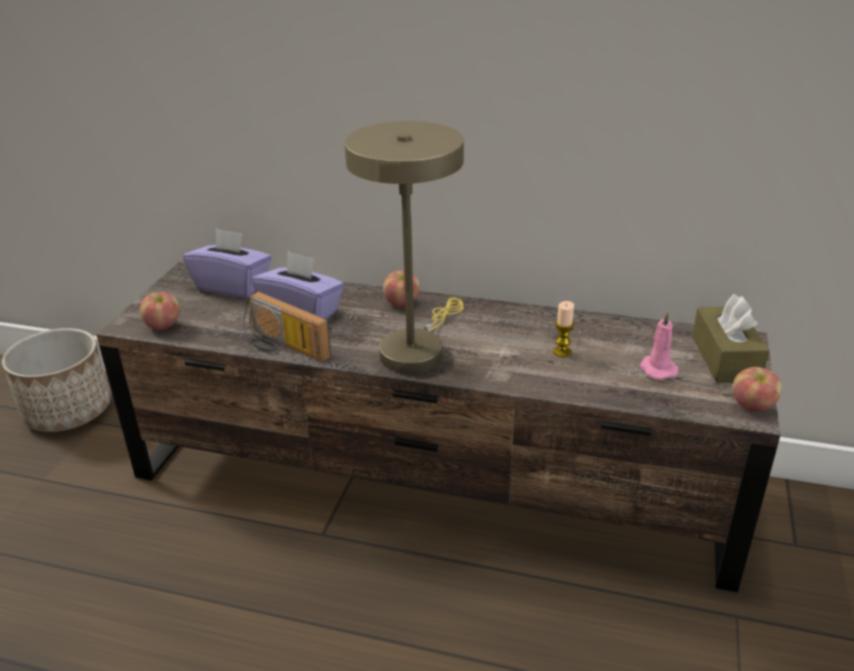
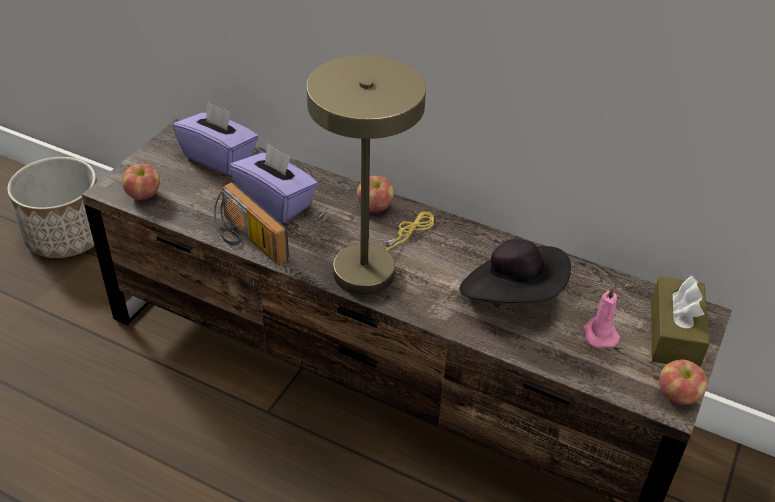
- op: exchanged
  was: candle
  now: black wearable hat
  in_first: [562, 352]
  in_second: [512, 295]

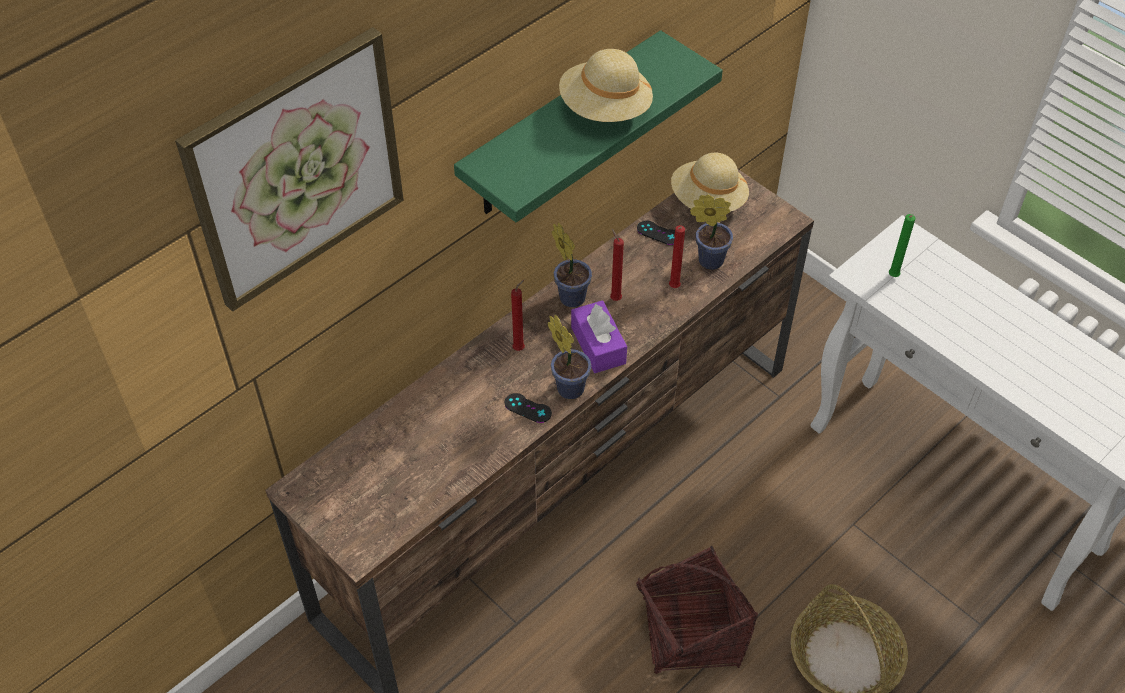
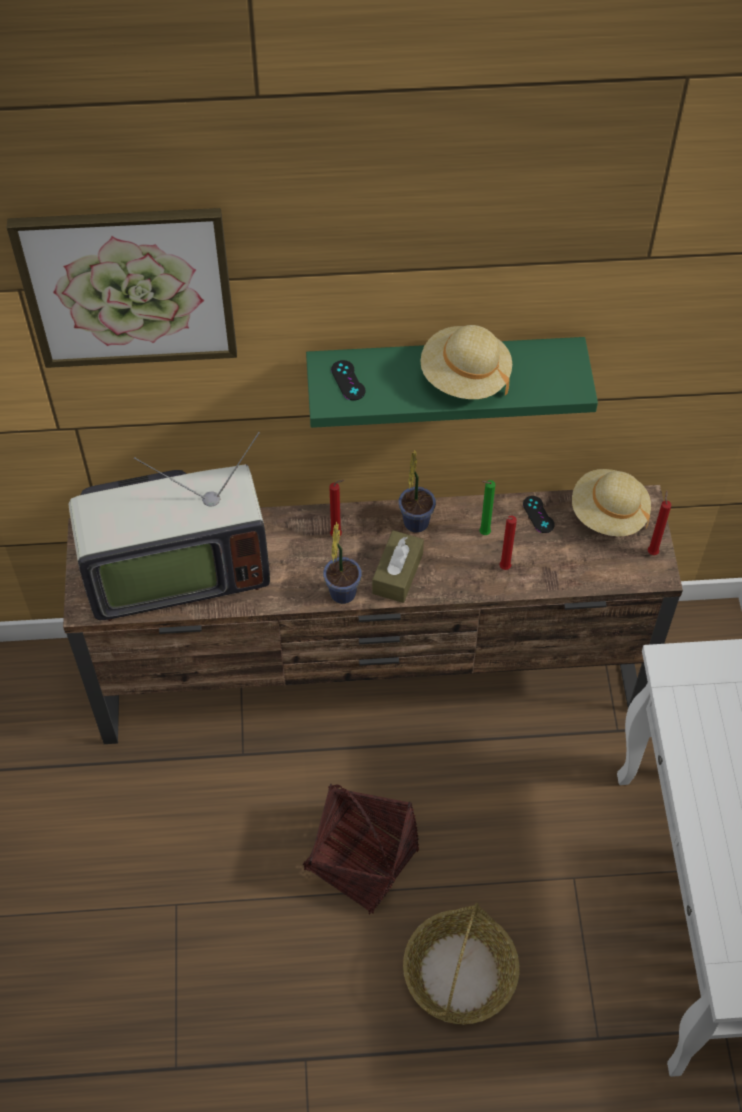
- op: missing
  was: houseplant
  in_first: [707, 260]
- op: relocated
  was: greenish candle
  in_first: [892, 277]
  in_second: [482, 533]
- op: relocated
  was: red-coloured candle
  in_first: [614, 298]
  in_second: [652, 551]
- op: colour
  was: purplish tissue box
  now: brown tissue box
  in_first: [598, 345]
  in_second: [397, 573]
- op: relocated
  was: black joypad
  in_first: [528, 408]
  in_second: [348, 380]
- op: appeared
  now: TV
  in_second: [173, 571]

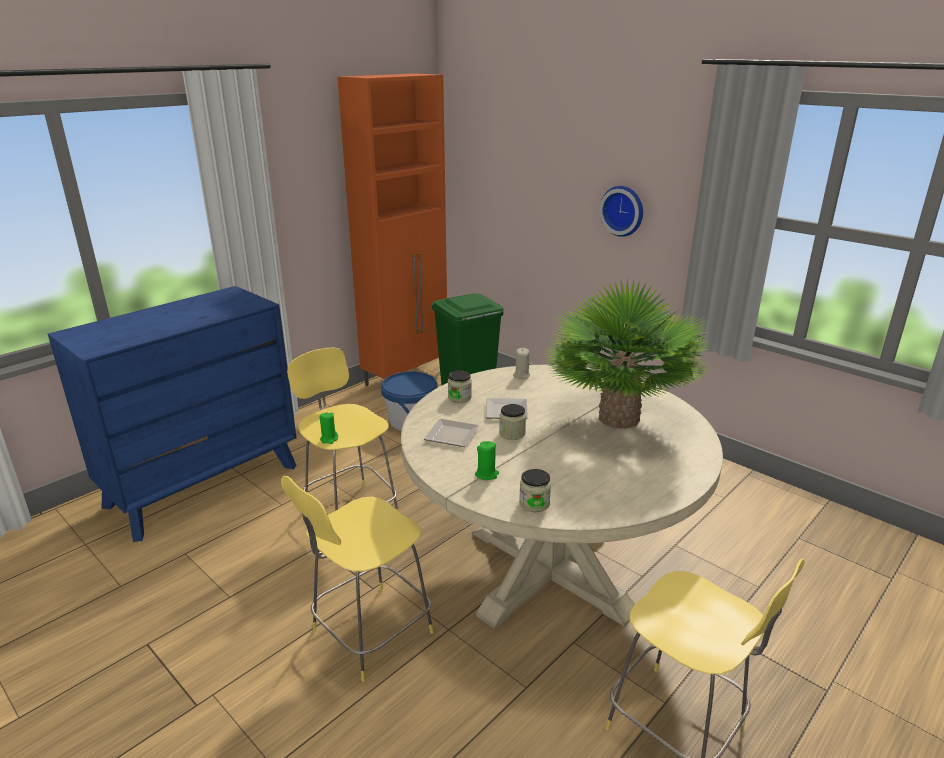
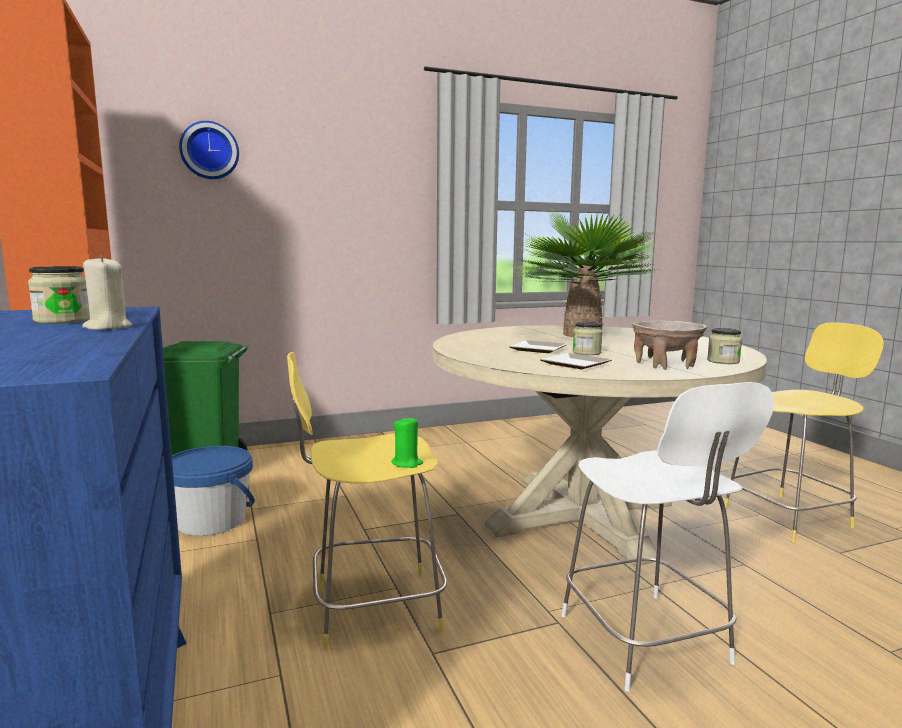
- op: relocated
  was: clock on the wall
  in_first: [623, 210]
  in_second: [209, 151]
- op: relocated
  was: beige-coloured candle
  in_first: [521, 375]
  in_second: [107, 327]
- op: relocated
  was: jar
  in_first: [459, 397]
  in_second: [63, 320]
- op: exchanged
  was: greenish candle
  now: beige-coloured serving bowl
  in_first: [486, 474]
  in_second: [665, 365]
- op: colour
  was: yellowish stool seat
  now: whitish stool seat
  in_first: [369, 633]
  in_second: [646, 642]

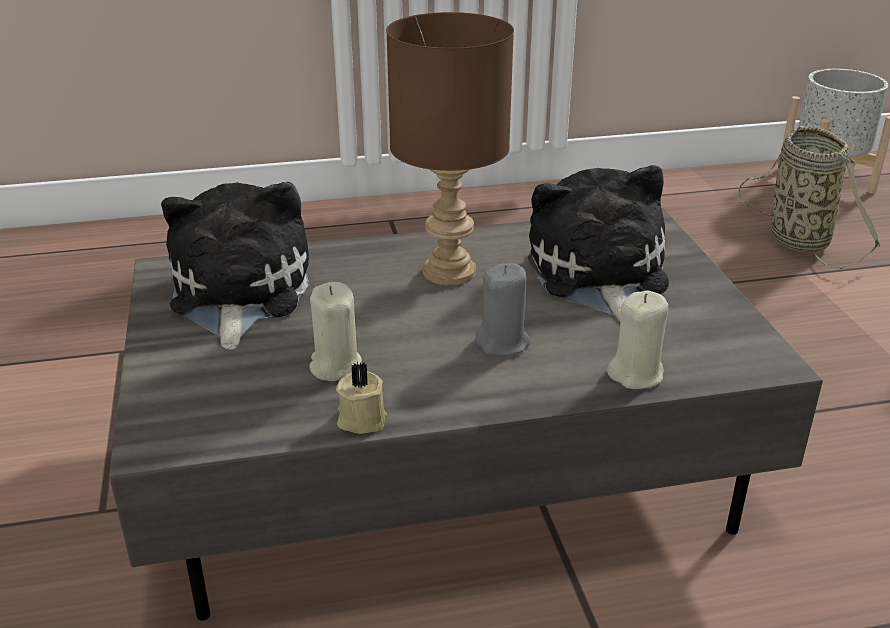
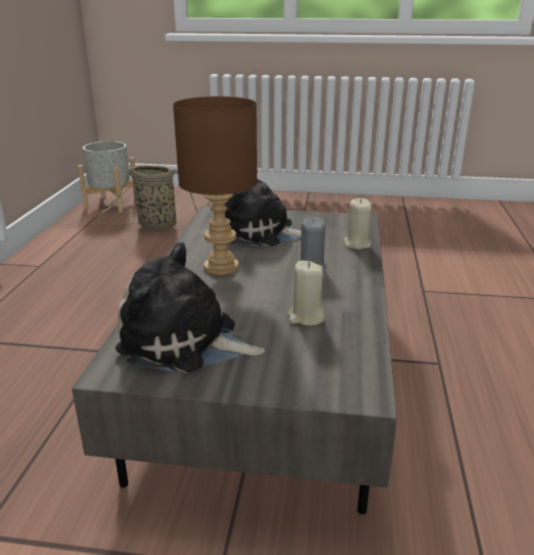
- op: missing
  was: beige-coloured candle
  in_first: [361, 418]

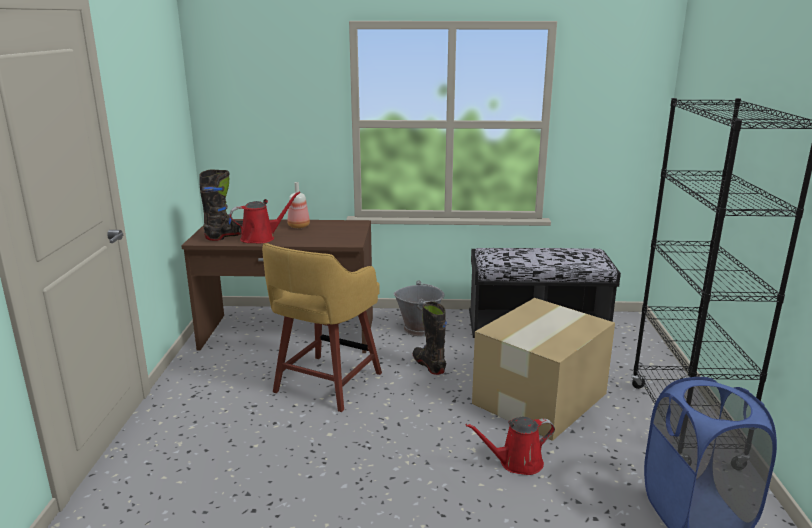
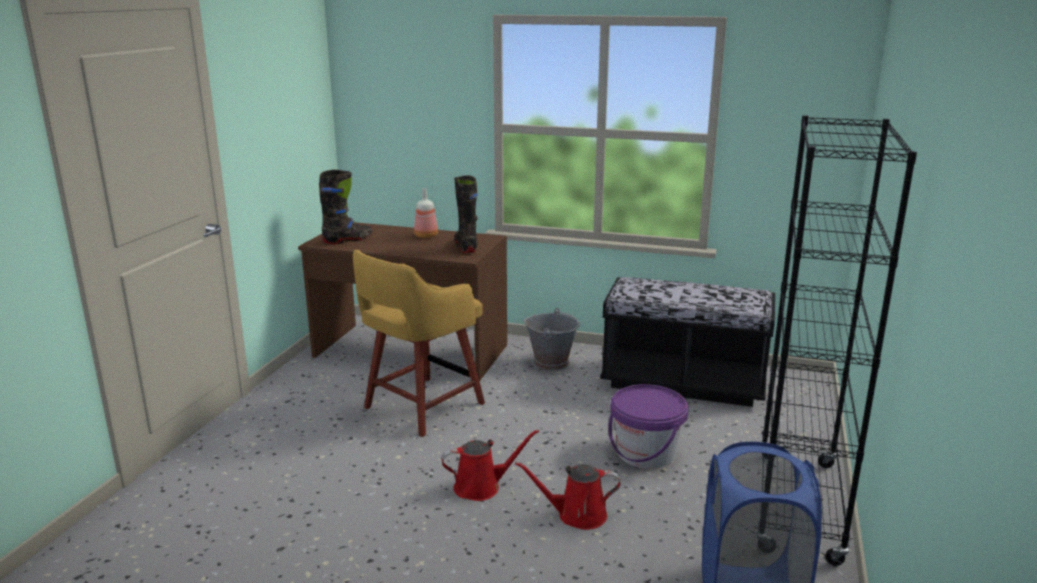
- op: relocated
  was: red-coloured watering pot
  in_first: [261, 238]
  in_second: [481, 487]
- op: exchanged
  was: packing box
  now: purplish pail
  in_first: [541, 398]
  in_second: [646, 453]
- op: relocated
  was: black tall boot
  in_first: [429, 365]
  in_second: [466, 247]

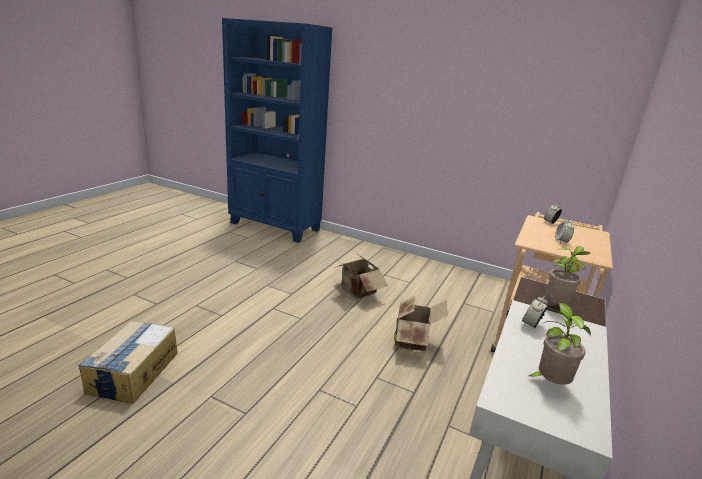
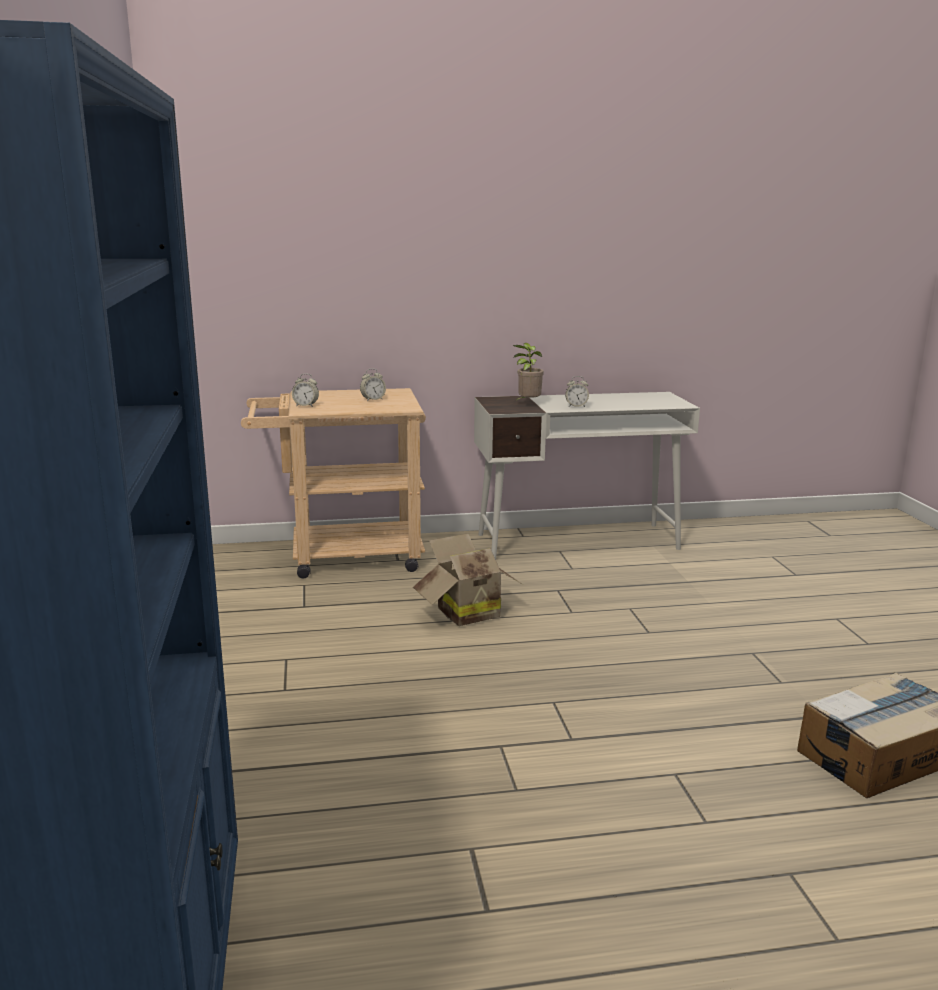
- op: missing
  was: packing box
  in_first: [356, 292]
- op: missing
  was: houseplant
  in_first: [549, 383]

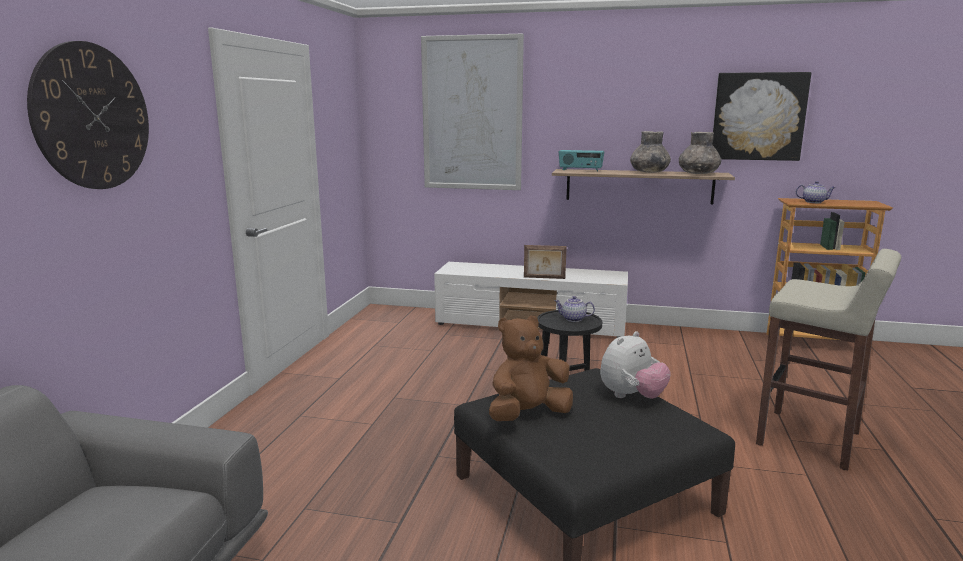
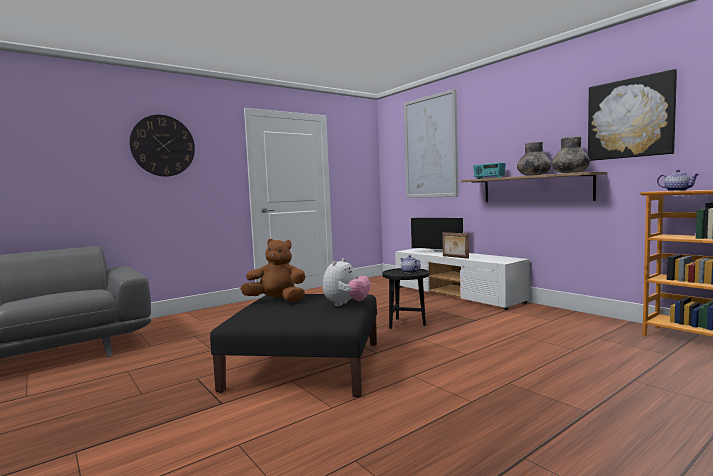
- op: missing
  was: beige-coloured stool seat
  in_first: [810, 439]
- op: spun
  was: soft toy
  in_first: [631, 397]
  in_second: [346, 304]
  clockwise: -60
- op: appeared
  now: TV
  in_second: [438, 252]

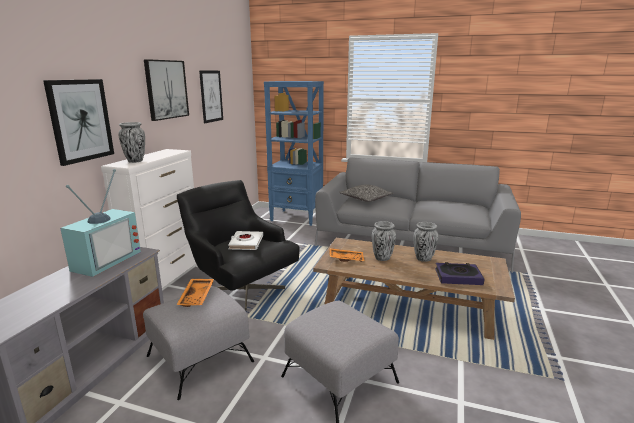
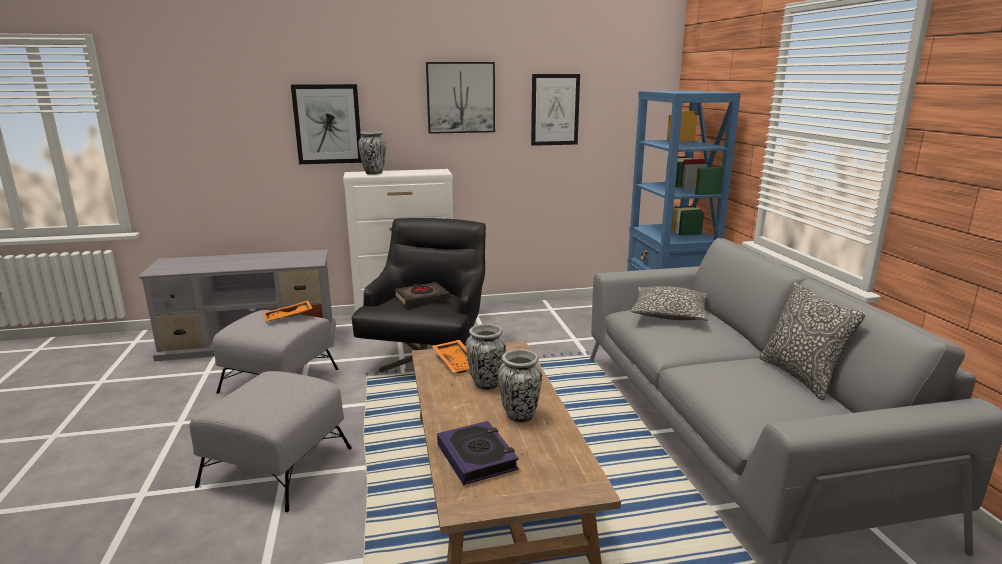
- op: missing
  was: TV
  in_first: [105, 260]
- op: colour
  was: whitish volume
  now: black volume
  in_first: [246, 243]
  in_second: [422, 298]
- op: appeared
  now: pillow
  in_second: [800, 376]

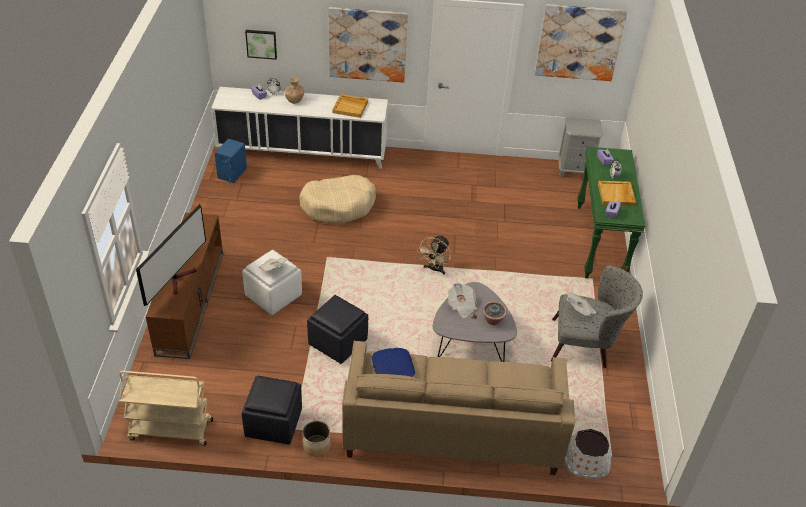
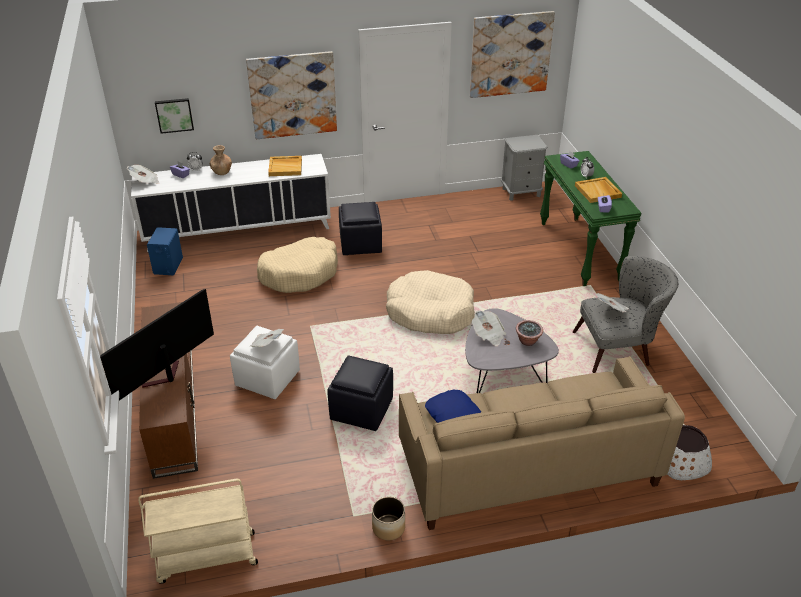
- op: spun
  was: TV
  in_first: [180, 279]
  in_second: [164, 378]
  clockwise: -150
- op: exchanged
  was: beige-coloured fan
  now: beige-coloured dog bed
  in_first: [434, 269]
  in_second: [430, 312]
- op: relocated
  was: black ottoman
  in_first: [274, 422]
  in_second: [361, 244]
- op: appeared
  now: printed paper
  in_second: [145, 181]

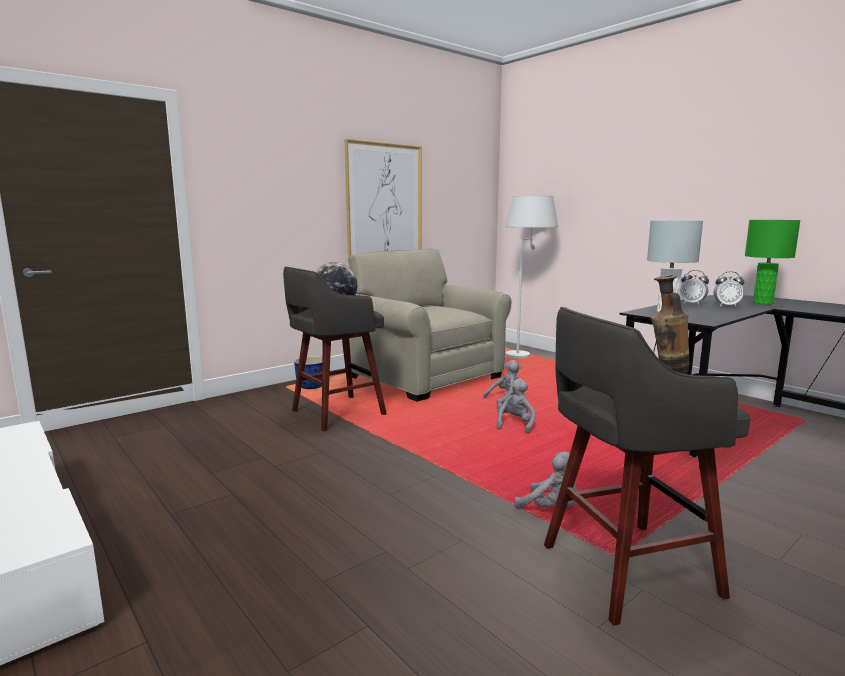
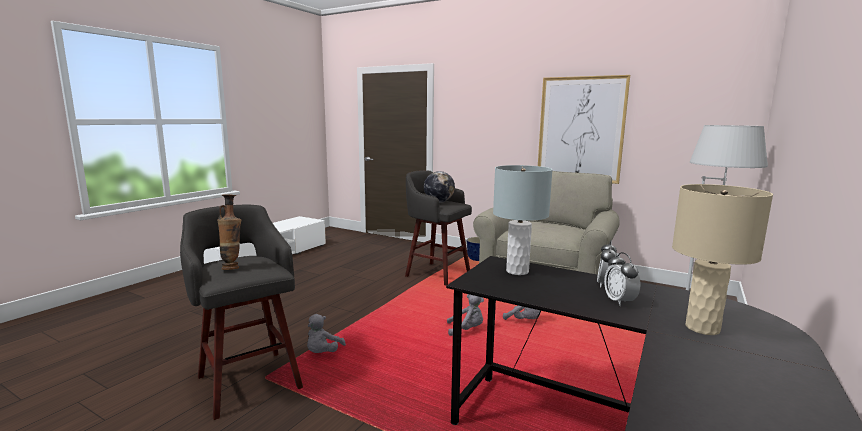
- op: colour
  was: greenish lamp for a table
  now: beige-coloured lamp for a table
  in_first: [763, 303]
  in_second: [702, 328]

